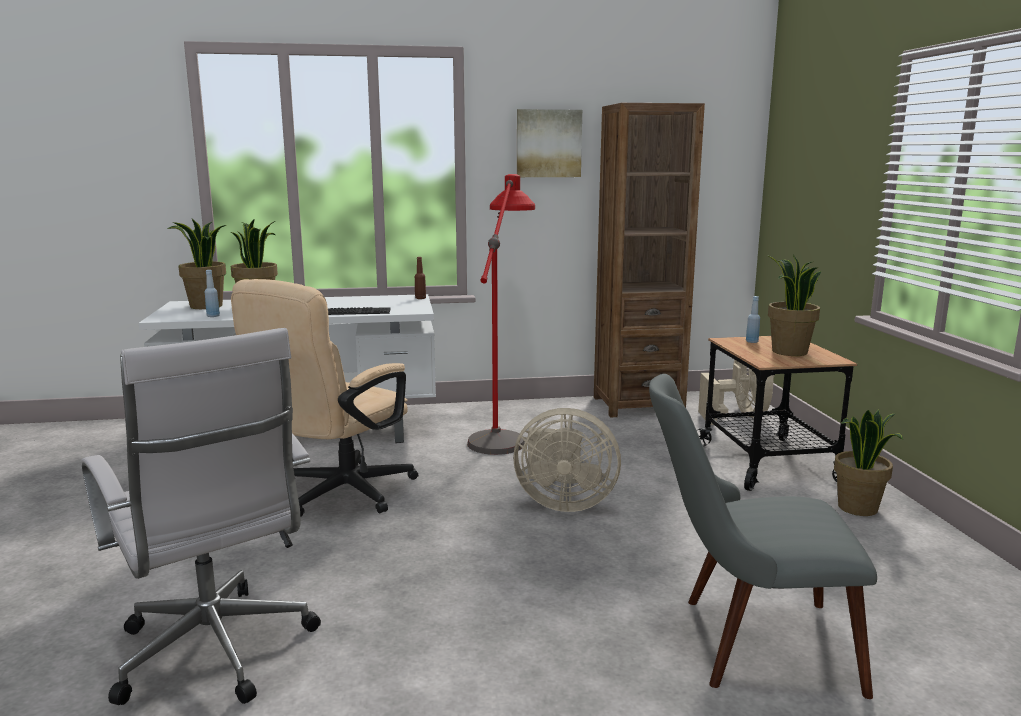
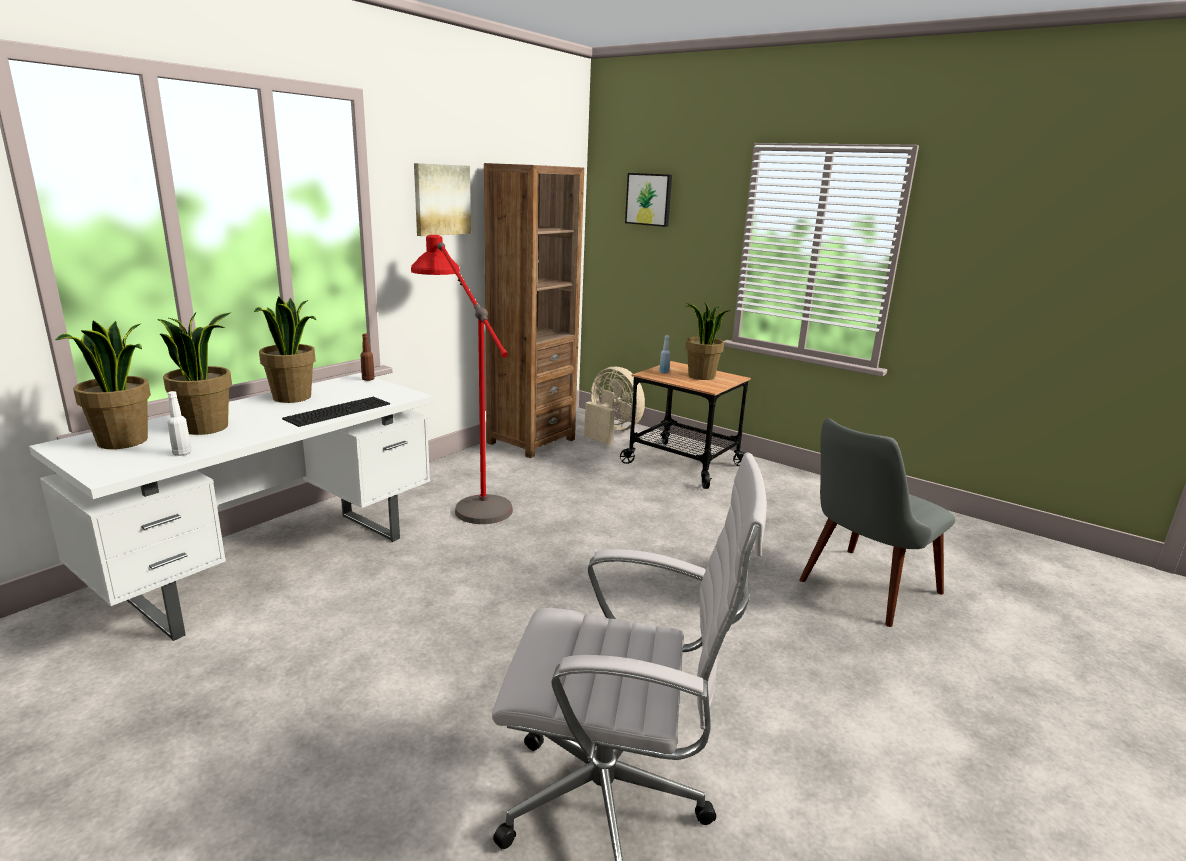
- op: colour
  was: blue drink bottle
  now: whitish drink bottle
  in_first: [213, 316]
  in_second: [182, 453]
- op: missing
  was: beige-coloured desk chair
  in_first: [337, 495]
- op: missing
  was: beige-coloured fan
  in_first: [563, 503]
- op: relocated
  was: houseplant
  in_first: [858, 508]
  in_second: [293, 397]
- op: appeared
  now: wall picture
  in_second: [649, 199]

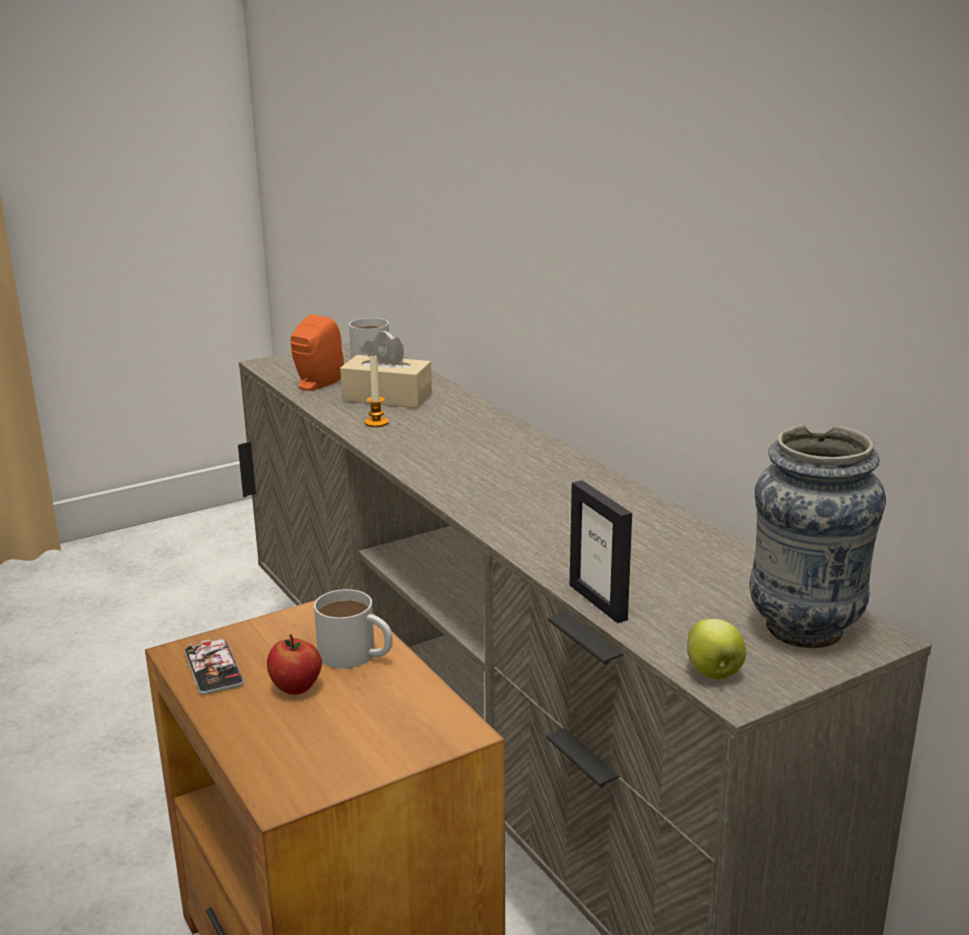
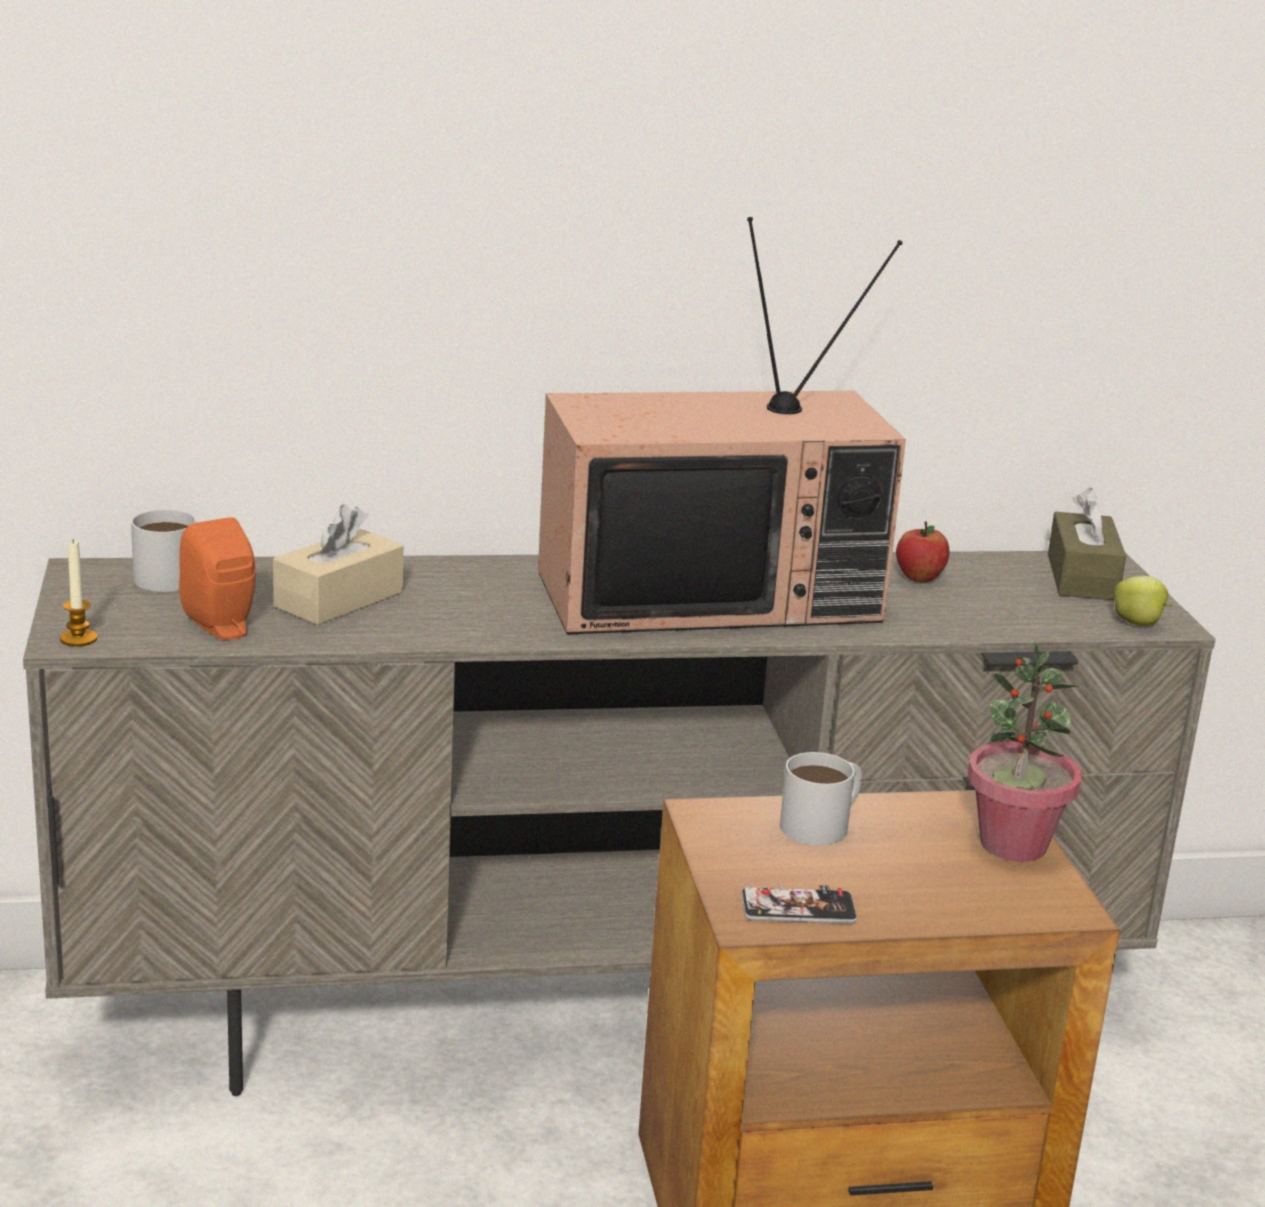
- op: relocated
  was: candle
  in_first: [376, 423]
  in_second: [78, 639]
- op: exchanged
  was: vase
  now: brown tissue box
  in_first: [804, 629]
  in_second: [1082, 577]
- op: missing
  was: standing frame
  in_first: [598, 602]
- op: relocated
  was: apple fruit
  in_first: [296, 688]
  in_second: [919, 578]
- op: appeared
  now: TV
  in_second: [711, 594]
- op: appeared
  now: houseplant
  in_second: [1012, 845]

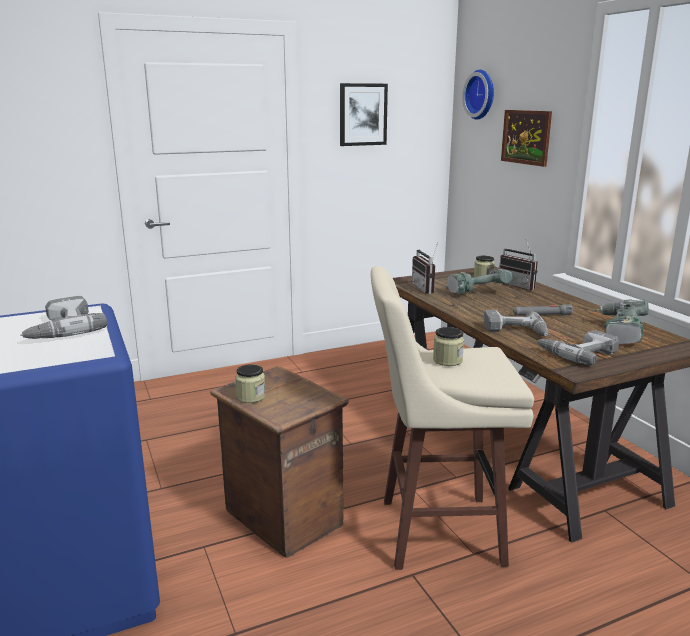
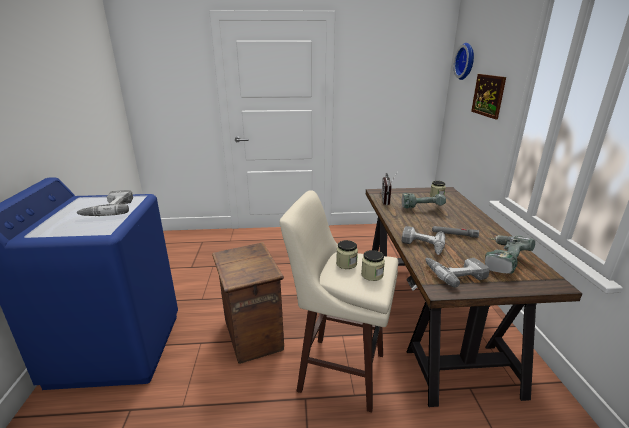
- op: missing
  was: wall picture
  in_first: [362, 114]
- op: missing
  was: radio receiver
  in_first: [519, 285]
- op: relocated
  was: jar
  in_first: [251, 397]
  in_second: [372, 275]

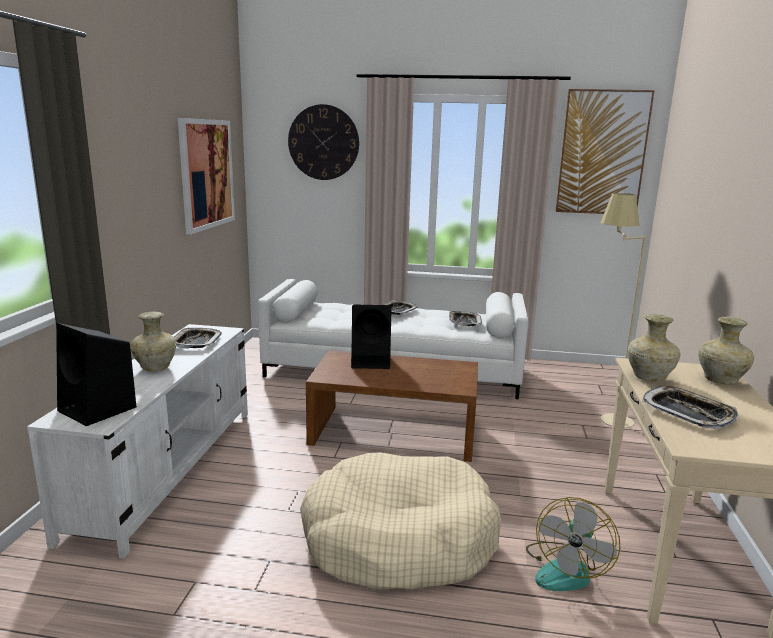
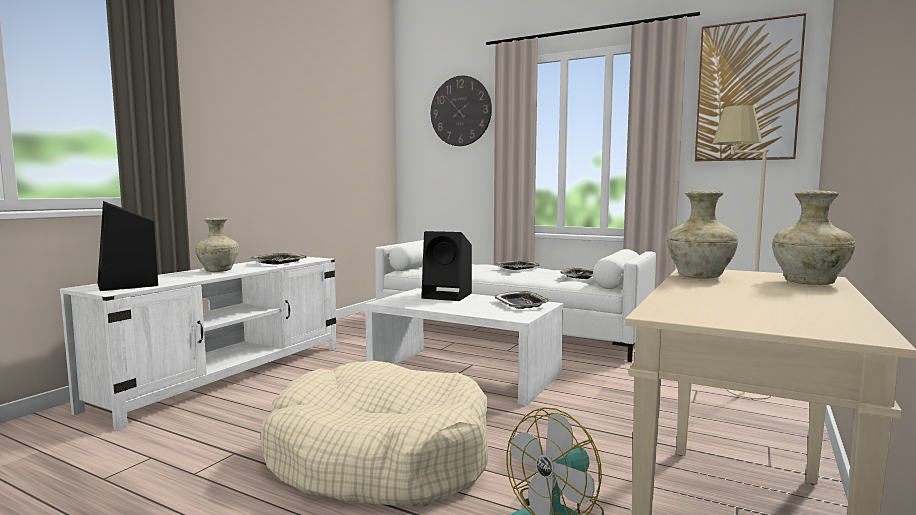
- op: missing
  was: wall picture
  in_first: [206, 174]
- op: colour
  was: brown low table
  now: whitish low table
  in_first: [394, 431]
  in_second: [464, 373]
- op: relocated
  was: carrying tray
  in_first: [687, 413]
  in_second: [522, 304]

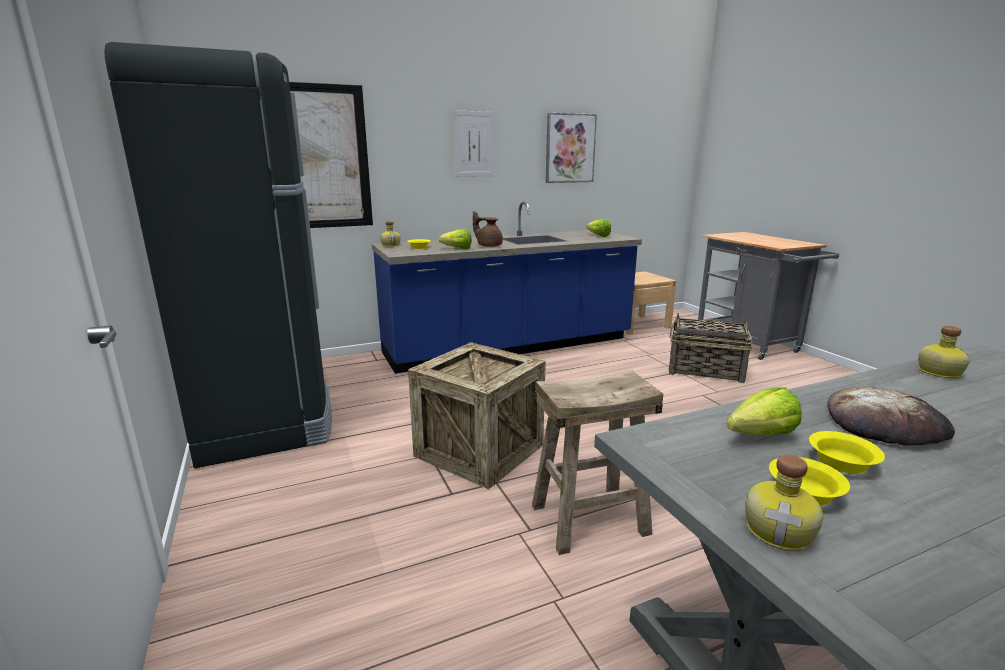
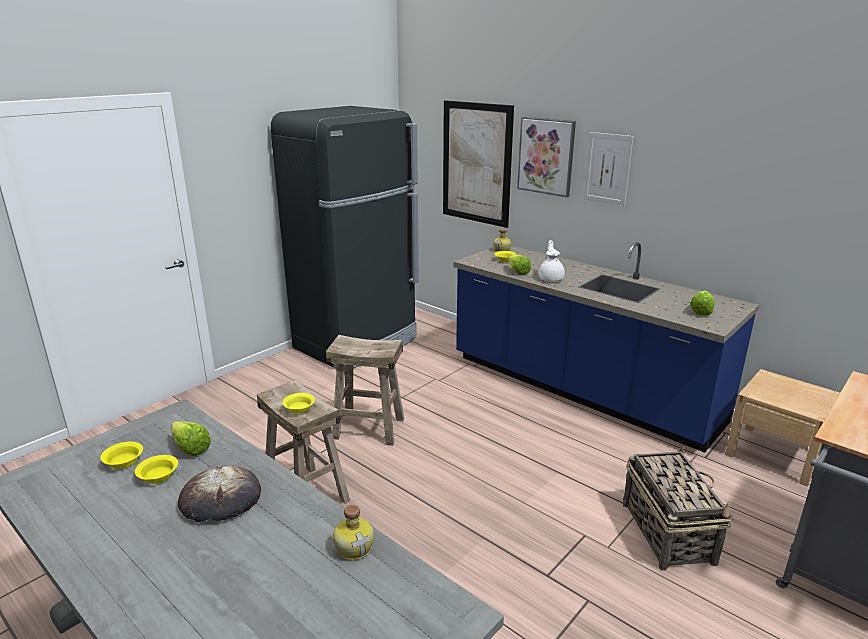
- op: relocated
  was: wall picture
  in_first: [570, 148]
  in_second: [546, 156]
- op: colour
  was: brown tea pot
  now: whitish tea pot
  in_first: [488, 246]
  in_second: [551, 278]
- op: exchanged
  was: shipping crate
  now: beige-coloured stool seat
  in_first: [479, 450]
  in_second: [369, 428]
- op: missing
  was: drink bottle
  in_first: [780, 531]
- op: appeared
  now: yellowish serving bowl
  in_second: [299, 409]

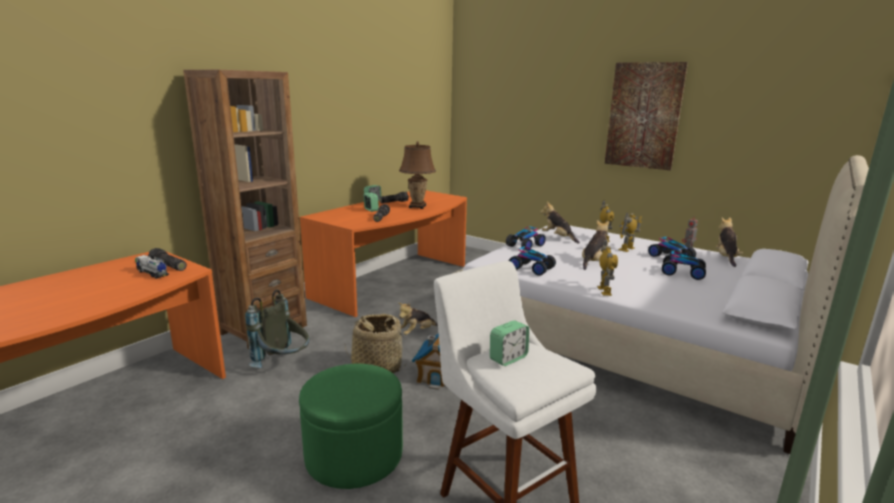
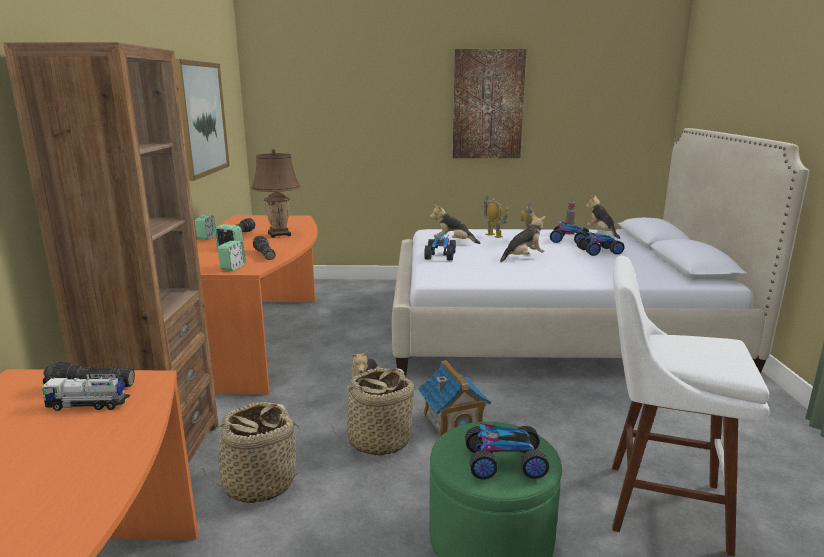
- op: spun
  was: soft toy
  in_first: [594, 262]
  in_second: [523, 258]
  clockwise: 60
- op: missing
  was: model robot
  in_first: [604, 291]
- op: relocated
  was: miniature car
  in_first: [531, 269]
  in_second: [505, 463]
- op: exchanged
  was: greyish rucksack
  now: household basket
  in_first: [283, 365]
  in_second: [259, 484]
- op: relocated
  was: table clock
  in_first: [508, 358]
  in_second: [233, 267]
- op: appeared
  now: wall picture
  in_second: [202, 118]

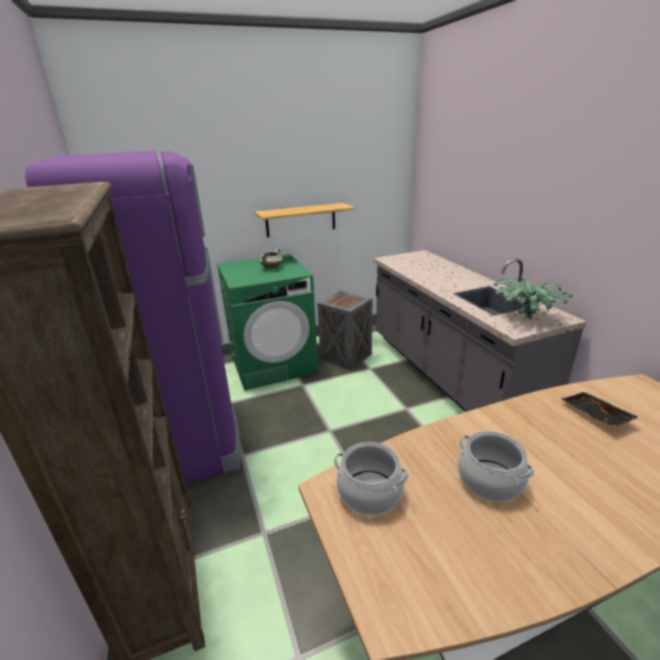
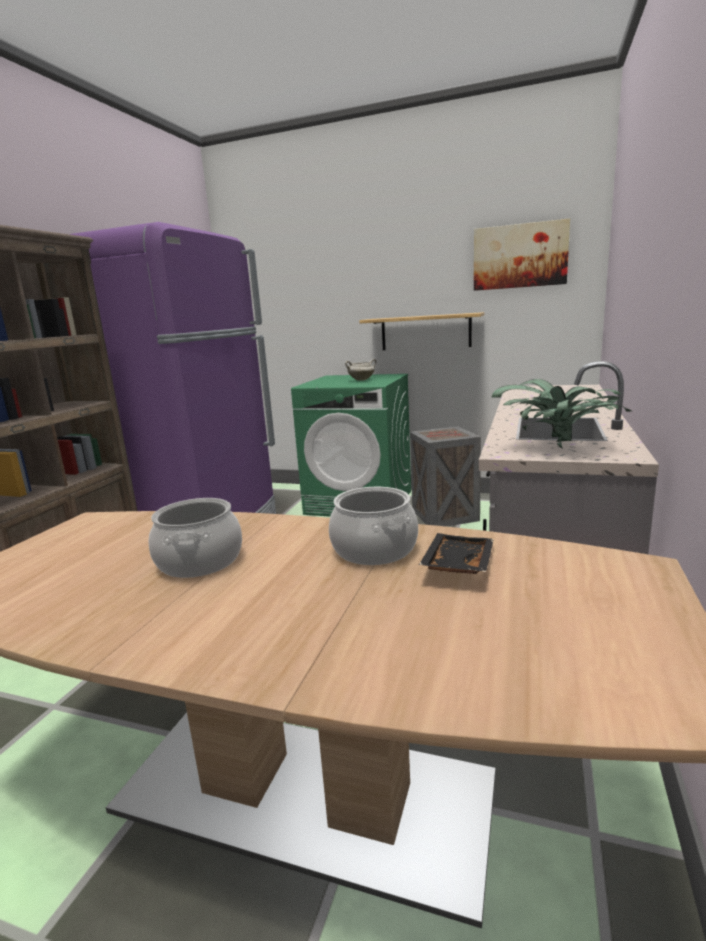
- op: relocated
  was: cooking pot
  in_first: [370, 492]
  in_second: [375, 549]
- op: appeared
  now: wall picture
  in_second: [520, 256]

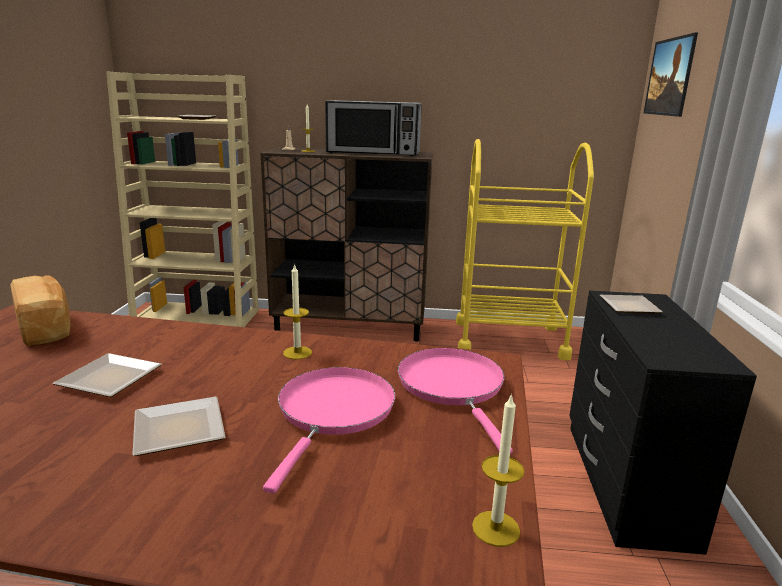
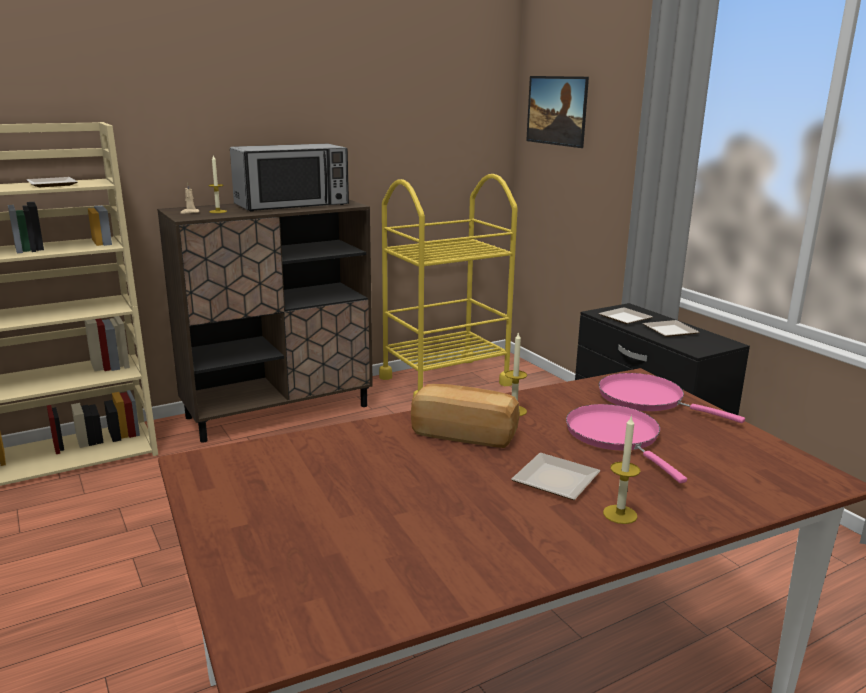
- op: relocated
  was: bread
  in_first: [46, 327]
  in_second: [465, 433]
- op: relocated
  was: dinner plate
  in_first: [110, 377]
  in_second: [668, 331]
- op: relocated
  was: candle
  in_first: [496, 528]
  in_second: [620, 514]

